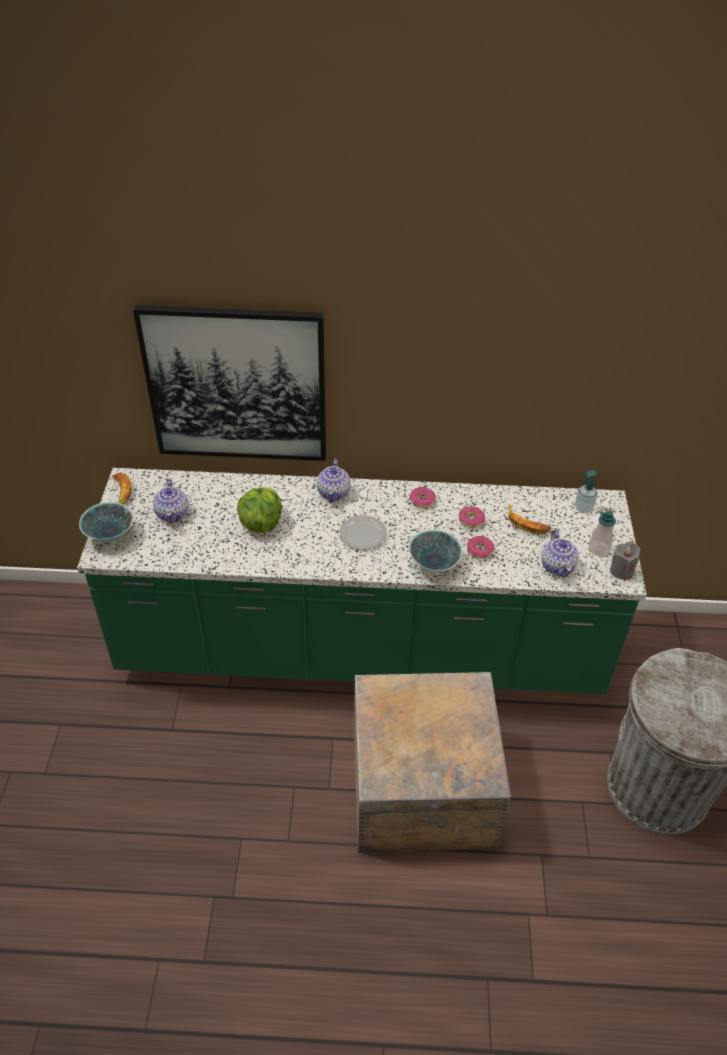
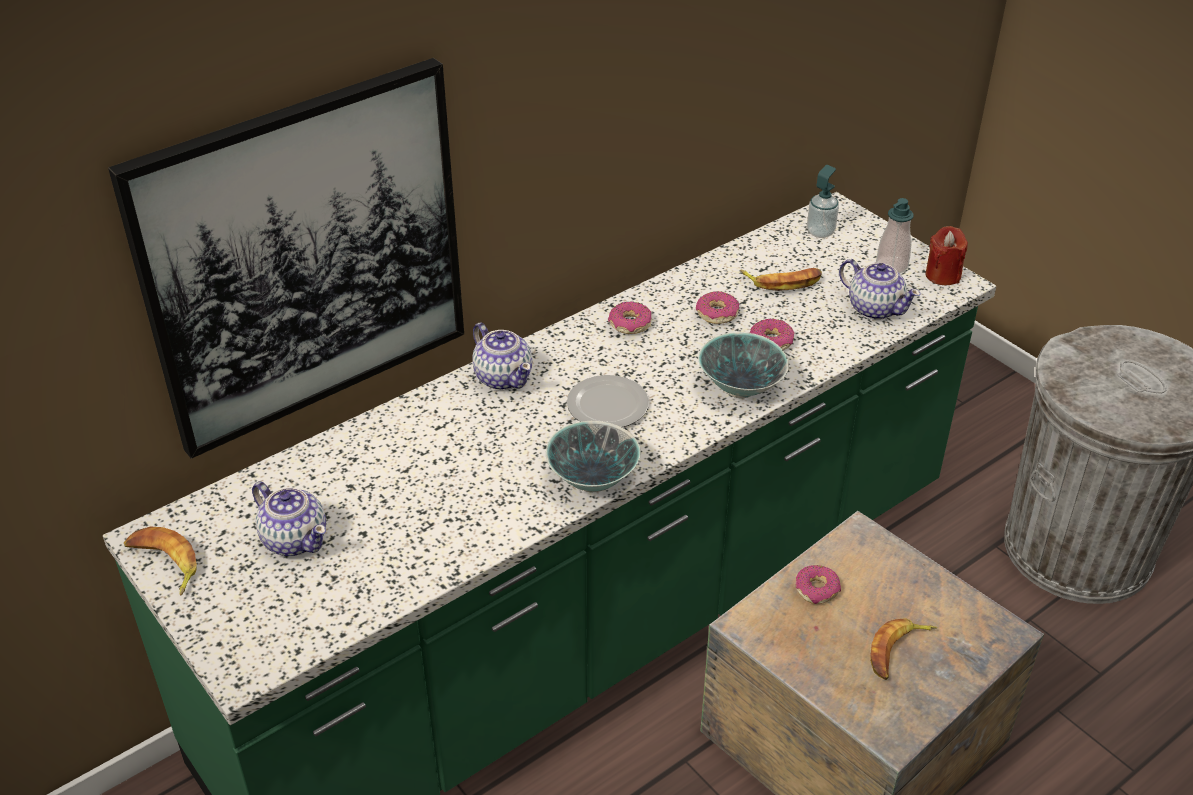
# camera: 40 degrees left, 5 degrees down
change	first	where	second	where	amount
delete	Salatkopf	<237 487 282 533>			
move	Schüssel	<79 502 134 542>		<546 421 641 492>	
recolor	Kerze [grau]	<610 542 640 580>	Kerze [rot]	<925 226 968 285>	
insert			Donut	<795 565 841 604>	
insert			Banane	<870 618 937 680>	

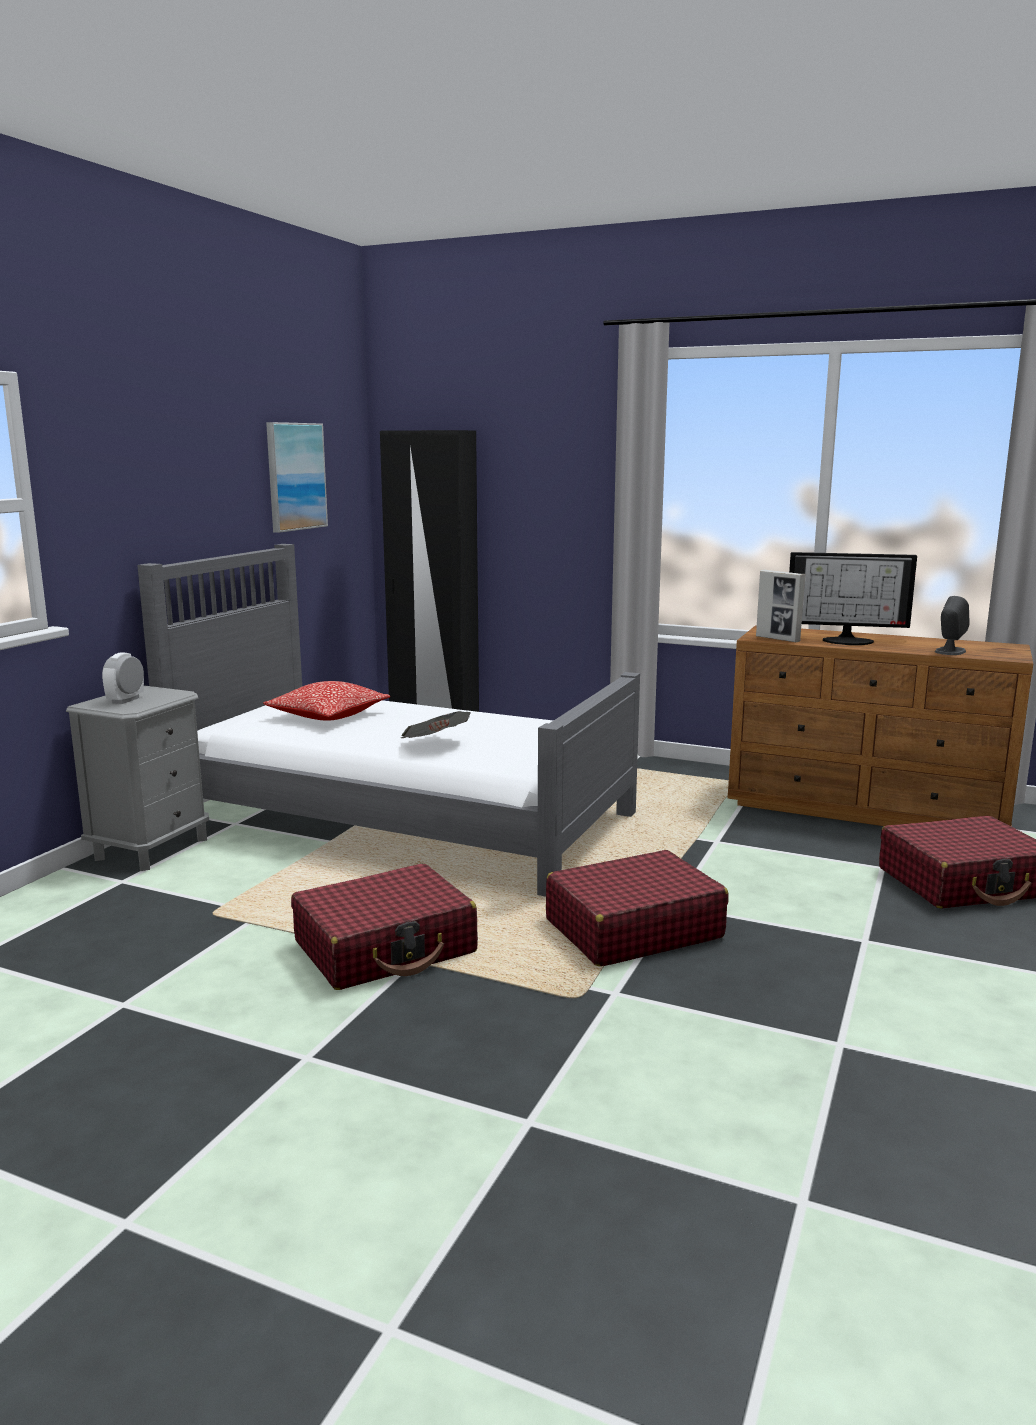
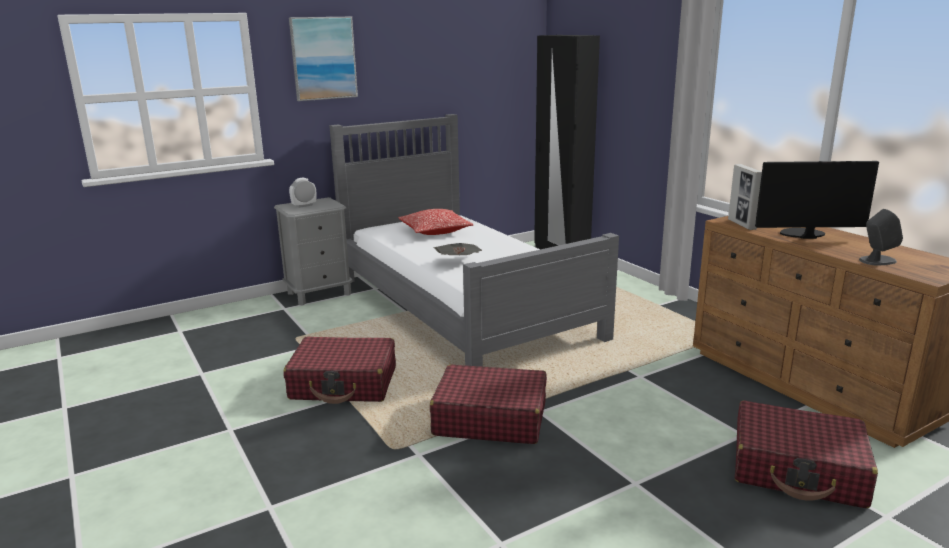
# camera: 35 degrees right, 5 degrees up
change	first	where	second	where	amount
move	Bild	<266 422 328 533>		<289 17 358 101>	
rotate	Monitor	<789 552 917 645>		<755 161 879 239>	135 degrees clockwise

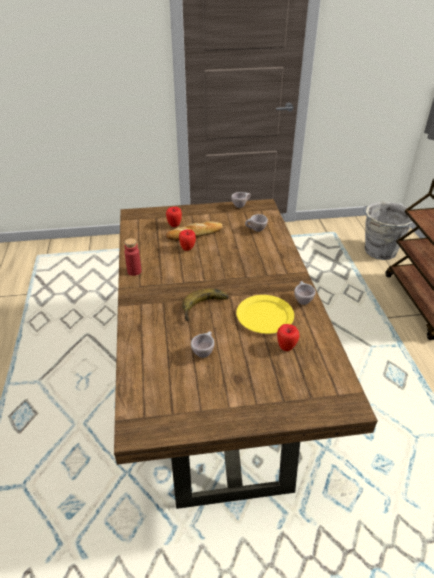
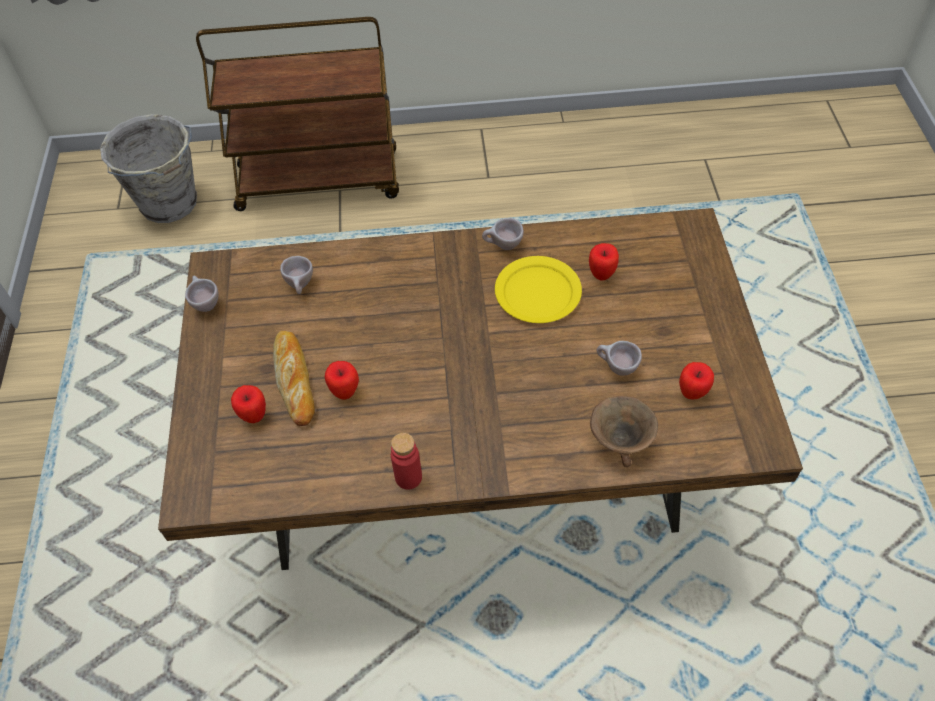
# camera: 85 degrees left, 15 degrees up
change	first	where	second	where	amount
delete	Banane	<182 288 229 321>			
insert			Apfel	<679 362 714 399>	
insert			Schüssel [braun]	<590 396 658 467>	

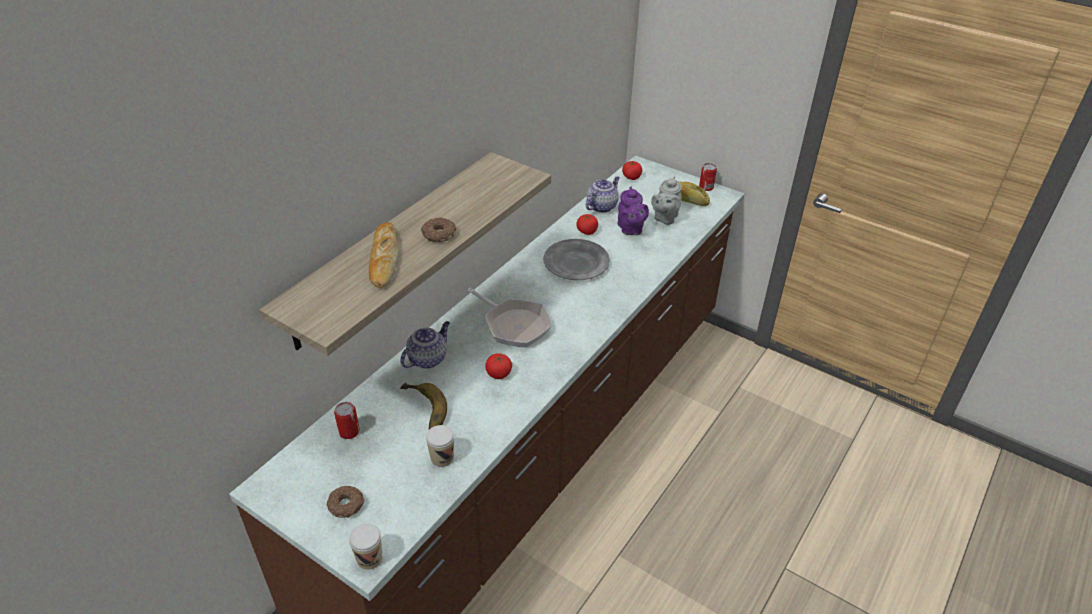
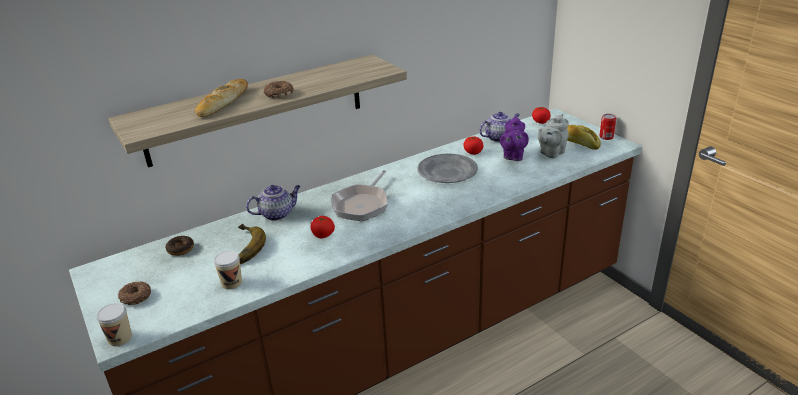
# camera: 25 degrees right, 10 degrees down
change	first	where	second	where	amount
rotate	Pfanne	<468 288 552 348>		<331 170 388 221>	45 degrees clockwise
replace	Dose	<334 402 360 439>	Donut	<165 236 194 256>	

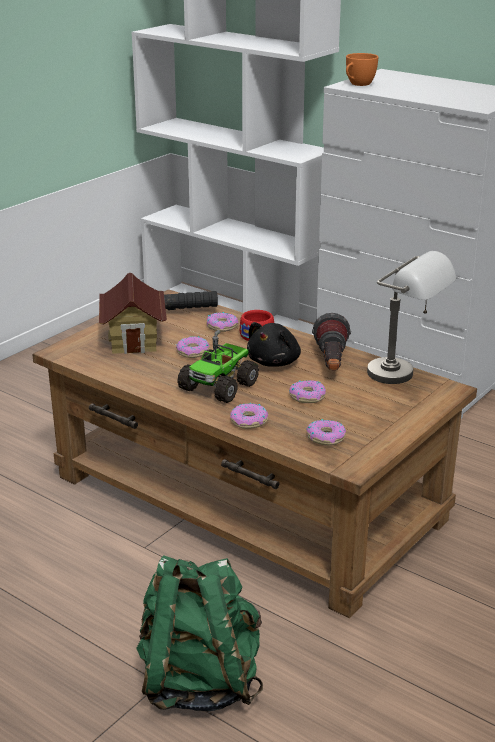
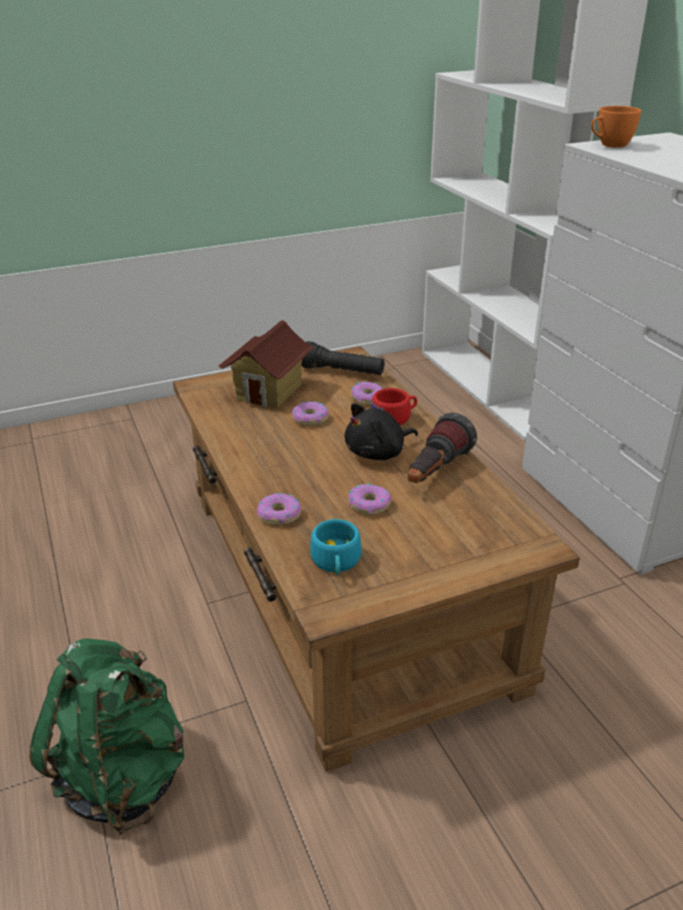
# camera: 30 degrees right, 5 degrees up
change	first	where	second	where	amount
delete	Tischlampe [grau]	<367 251 456 384>			
delete	Spielzeuglaster	<177 330 259 403>			
replace	Donut	<307 419 346 446>	Tasse [türkis]	<310 519 362 575>	

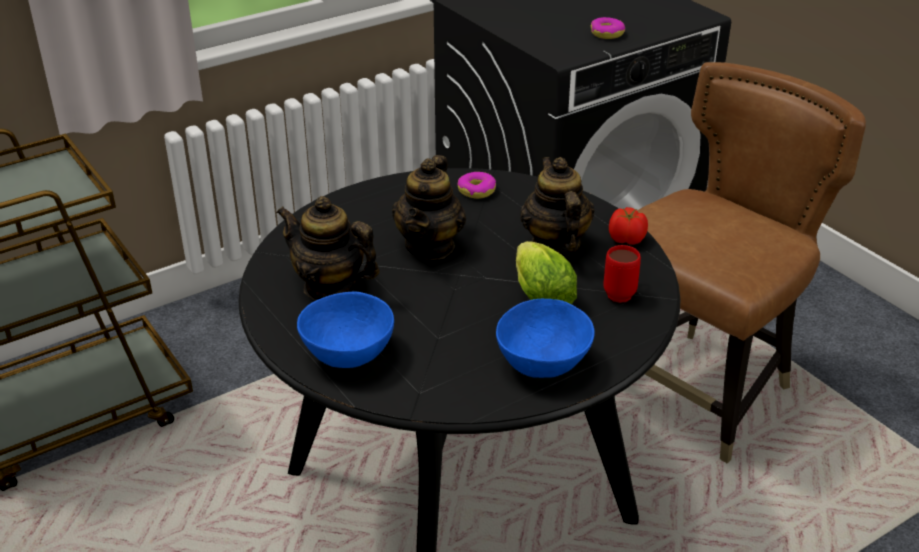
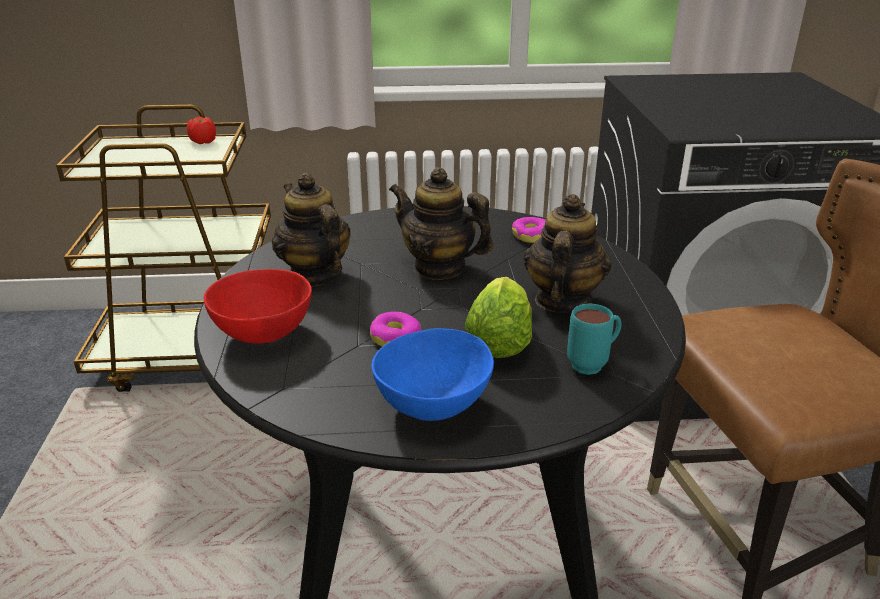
# camera: 30 degrees right, 5 degrees down
change	first	where	second	where	amount
move	Donut	<591 17 625 39>		<370 312 421 347>	
rotate	Teekanne	<392 155 466 260>		<389 167 494 280>	75 degrees clockwise
move	Tomate	<609 207 648 245>		<187 117 216 144>	
recolor	Henkelbecher [rot]	<603 245 641 303>	Henkelbecher [türkis]	<567 304 622 375>	
recolor	Schüssel [blau]	<297 292 394 368>	Schüssel [rot]	<204 269 312 344>	

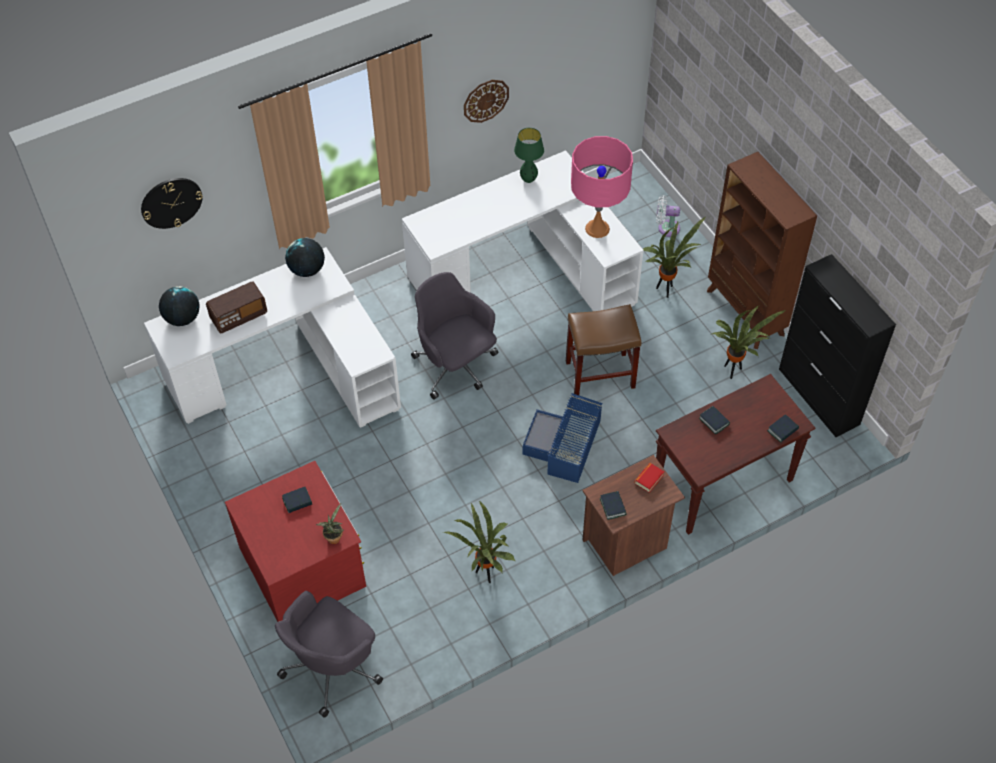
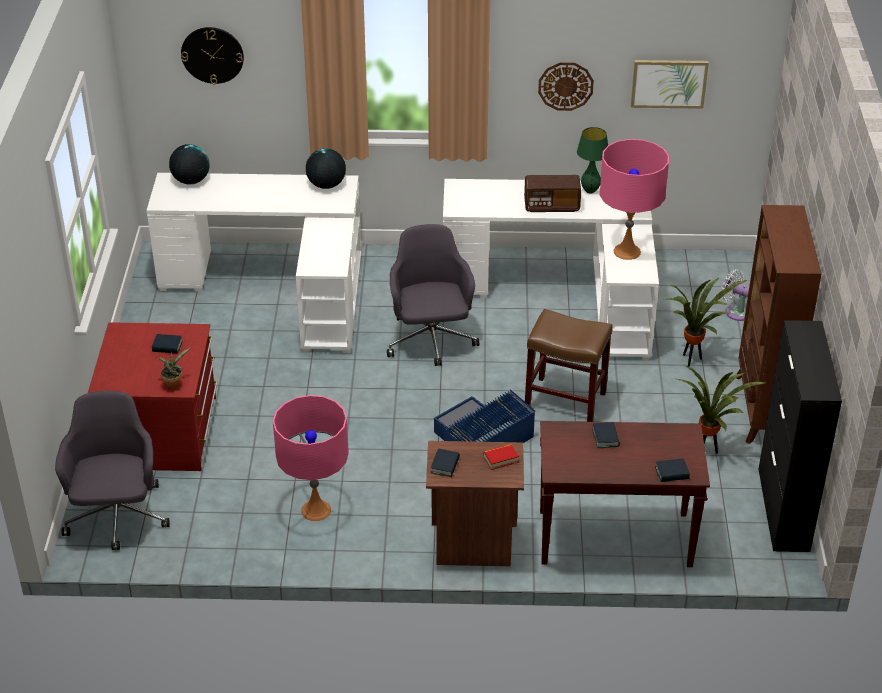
# camera: 30 degrees right, 15 degrees down
change	first	where	second	where	amount
move	Radio	<206 281 267 333>		<524 175 581 212>	
replace	Topfpflanze	<443 501 515 583>	Tischlampe [rosa]	<273 395 349 521>	
rotate	Bürostuhl [grau]	<275 591 383 718>		<55 391 170 550>	105 degrees clockwise
insert			Bild	<631 60 709 109>	

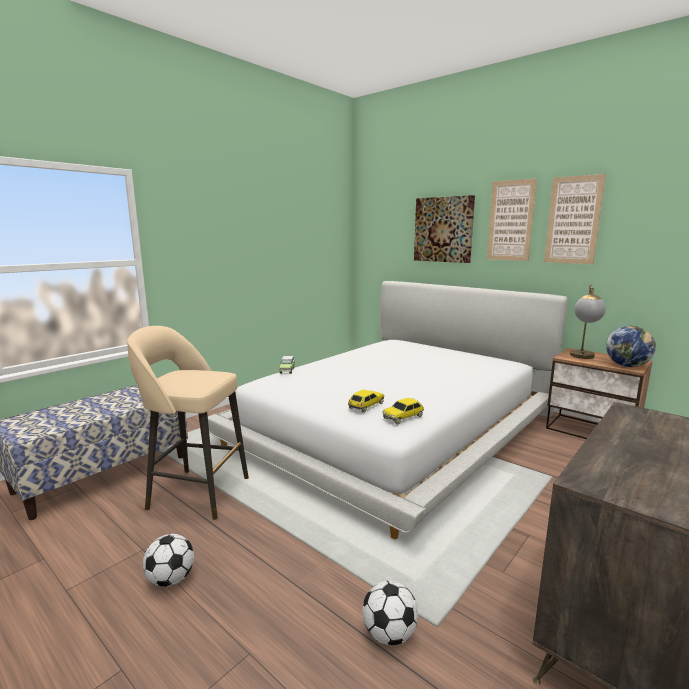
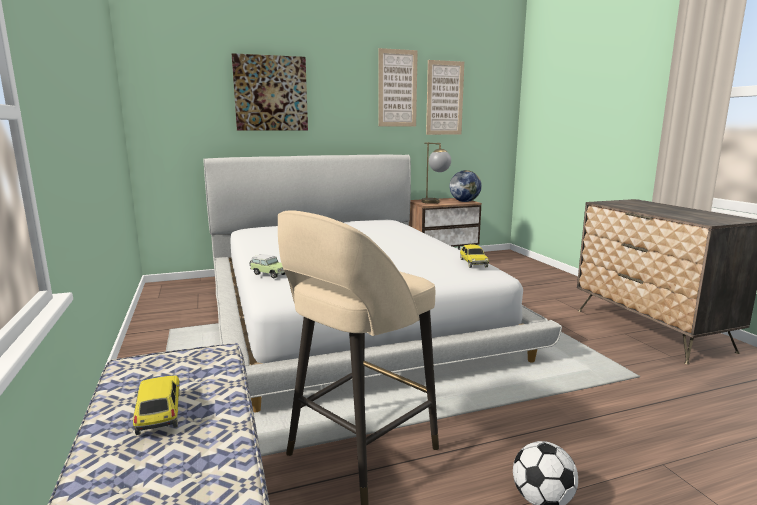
# camera: 60 degrees left, 0 degrees up
change	first	where	second	where	amount
move	Bild	<487 178 537 261>		<426 60 464 135>	
move	Spielzeugauto	<348 390 384 413>		<133 375 180 435>	
delete	Fußball	<362 581 418 645>			

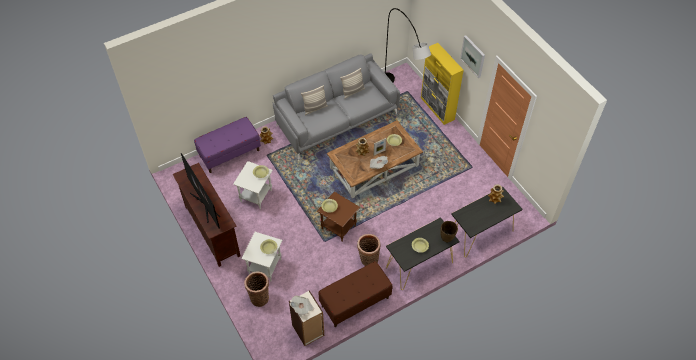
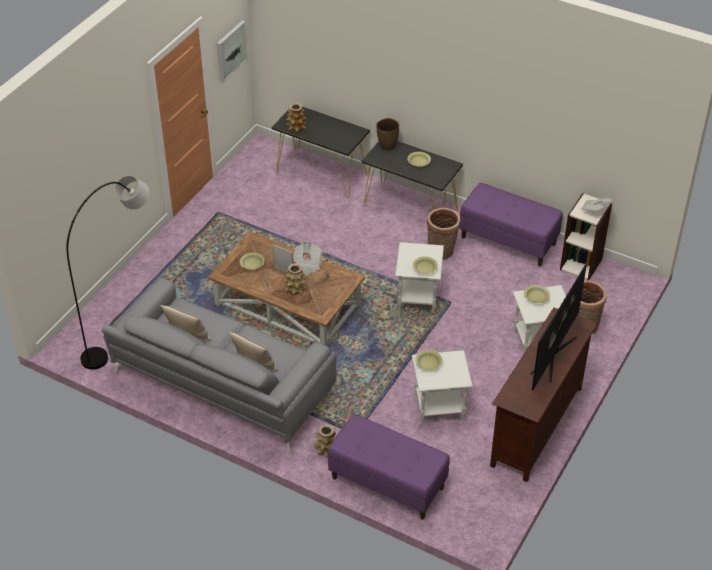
# camera: 120 degrees left, 10 degrees down
change	first	where	second	where	amount
move	Bild	<460 35 485 78>		<217 20 248 83>	
delete	Schrank [gelb]	<421 43 464 125>			
recolor	Beistelltisch [braun]	<317 192 360 242>	Beistelltisch [weiß]	<395 242 444 313>	
recolor	Bank [braun]	<318 261 392 327>	Bank [lila]	<459 183 563 267>	

